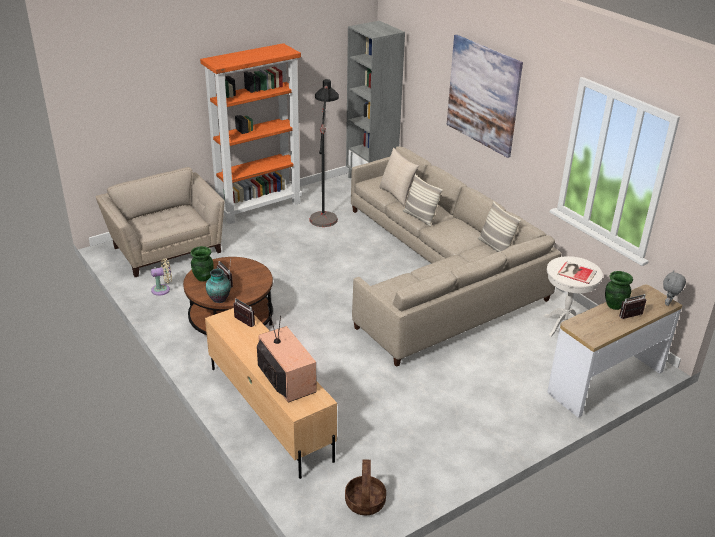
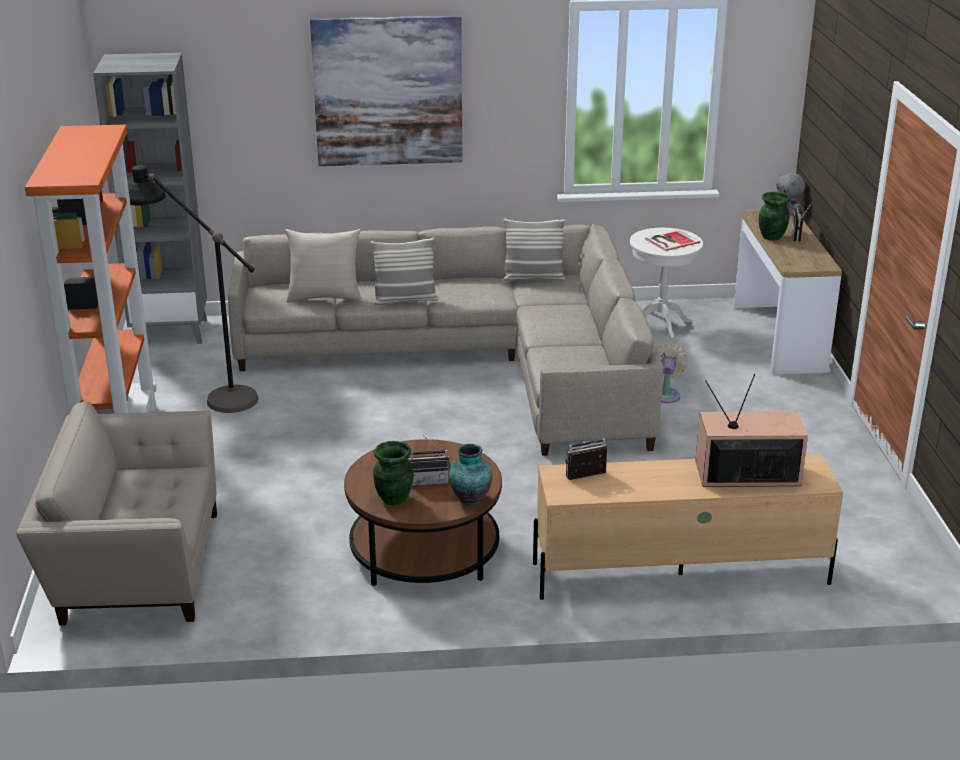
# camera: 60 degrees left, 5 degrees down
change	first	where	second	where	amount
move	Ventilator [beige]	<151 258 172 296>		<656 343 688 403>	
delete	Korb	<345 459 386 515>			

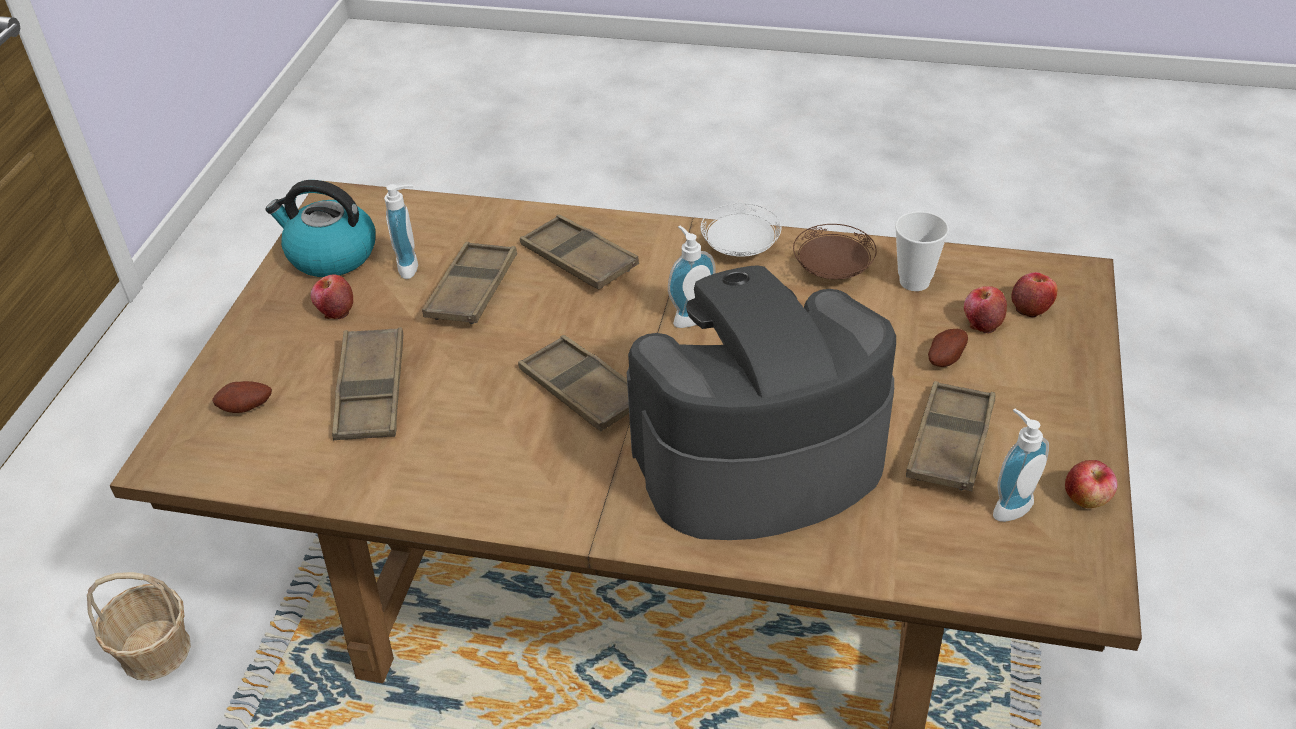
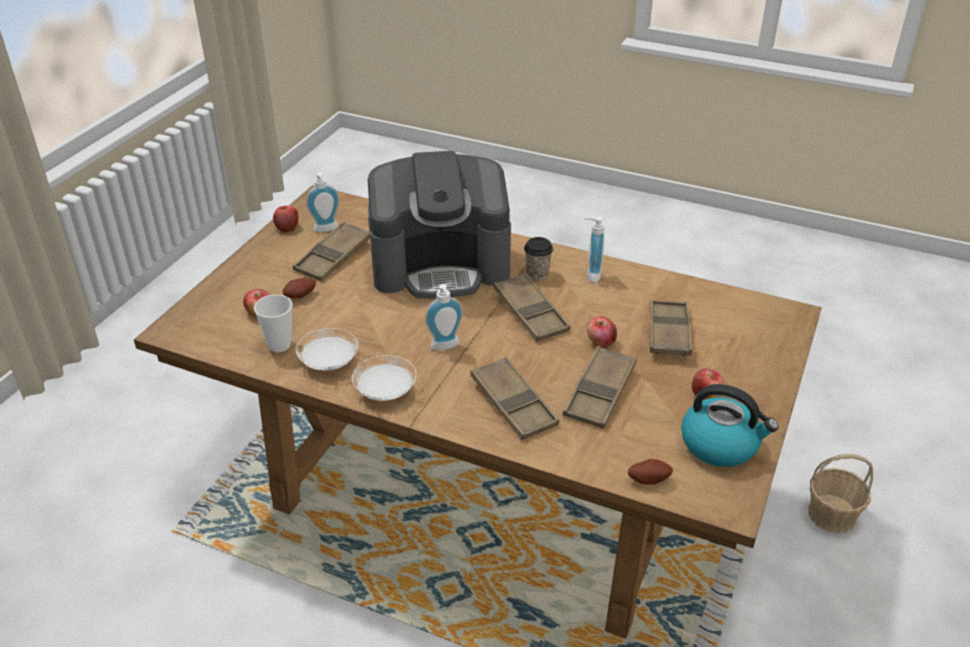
# camera: 170 degrees left, 5 degrees down
change	first	where	second	where	amount
move	Seifenspender	<384 184 418 279>		<584 217 605 283>	
recolor	Teller [braun]	<793 224 877 279>	Teller [weiß]	<296 328 358 370>	
move	Apfel	<1011 272 1058 318>		<587 316 617 349>	
move	Kartoffel	<212 381 272 413>		<628 459 673 485>	
insert			Tasse	<524 237 553 280>	

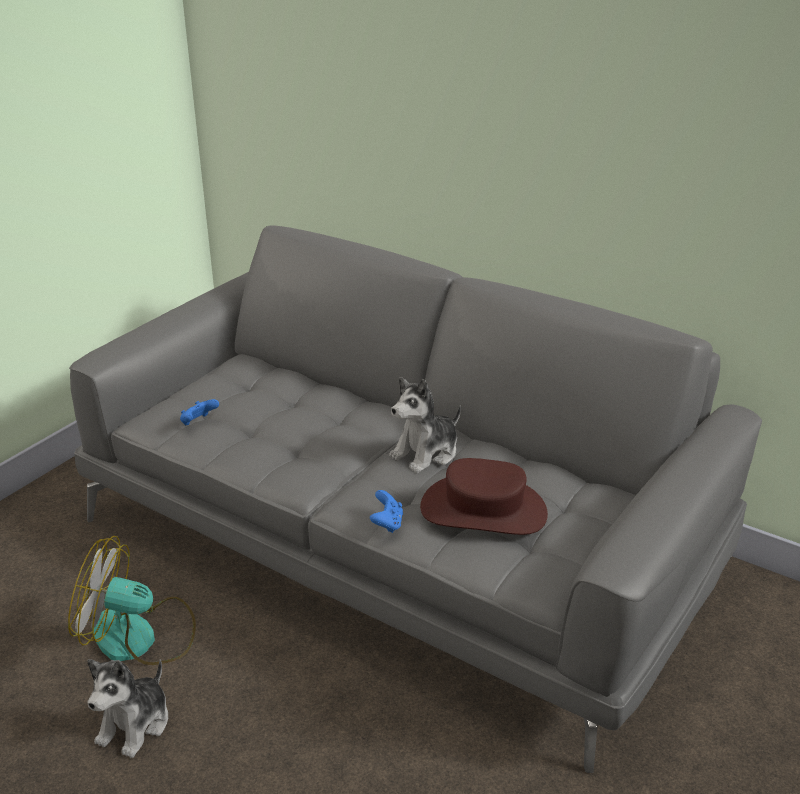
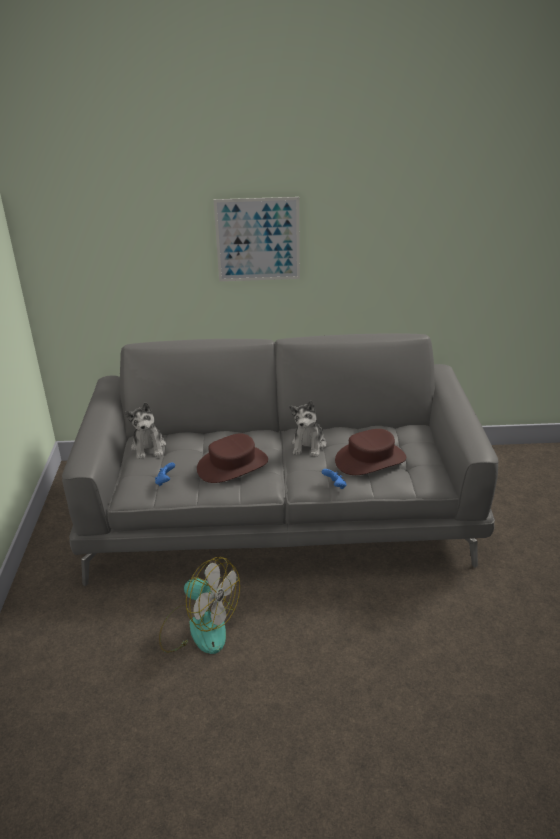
# camera: 35 degrees left, 0 degrees up
change	first	where	second	where	amount
rotate	Ventilator	<68 536 196 665>		<159 557 240 654>	120 degrees counterclockwise
move	Plüschtier	<87 659 168 758>		<125 402 166 459>	
insert			Bild	<214 197 300 281>	
insert			Hut [braun]	<197 433 268 483>	

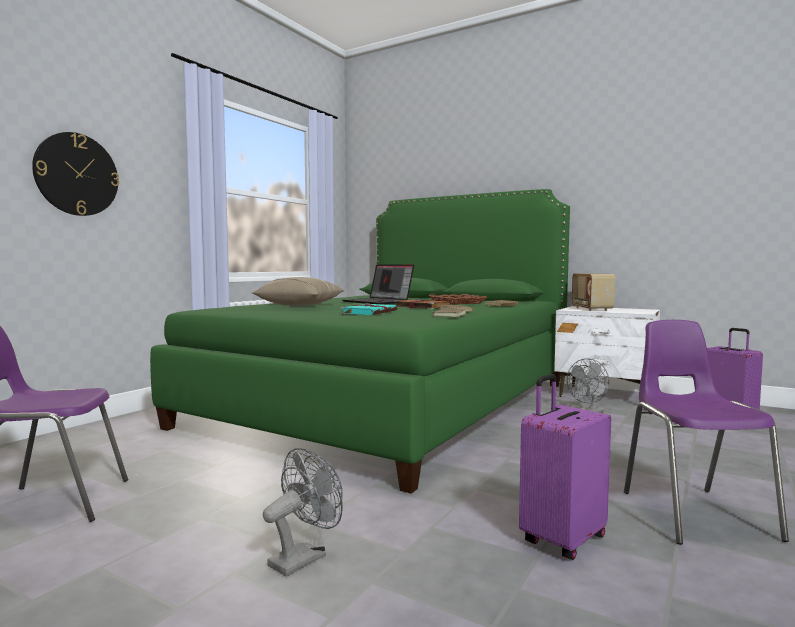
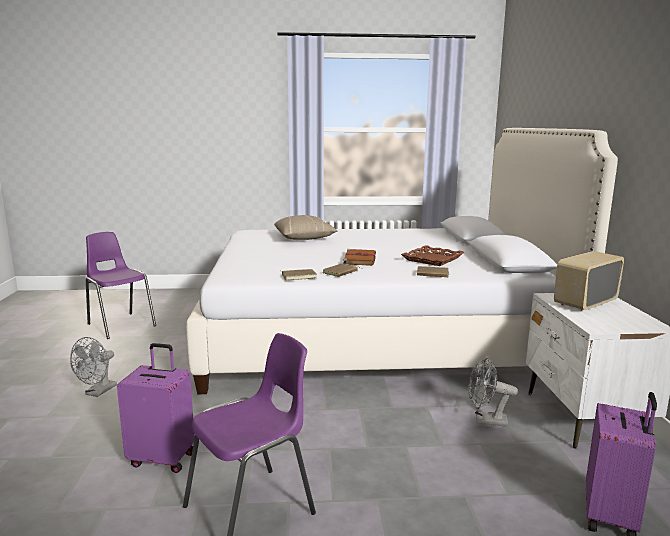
# camera: 55 degrees right, 10 degrees up
change	first	where	second	where	amount
delete	Wanduhr	<32 132 119 216>			
recolor	Bett [grün]	<150 189 570 494>	Bett [weiß]	<186 128 618 394>	
delete	Laptop	<342 264 414 304>			
delete	Buch [türkis]	<340 303 398 315>			
rotate	Ventilator [grau]	<263 448 343 577>		<70 337 117 397>	105 degrees clockwise

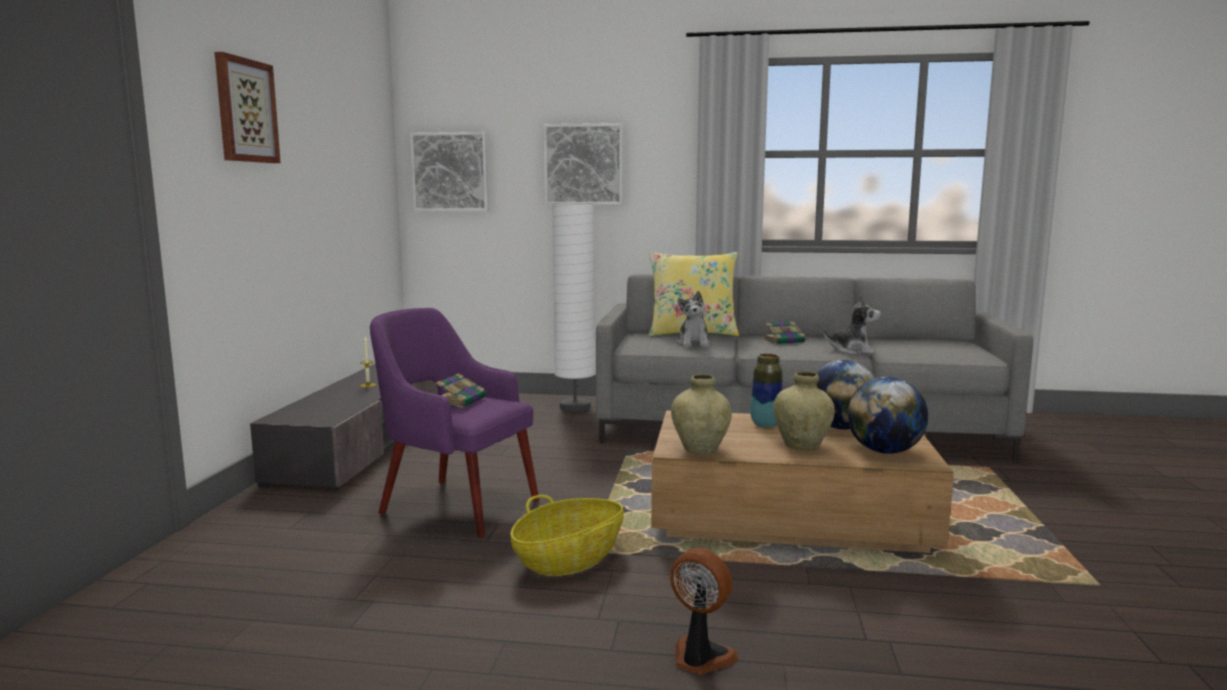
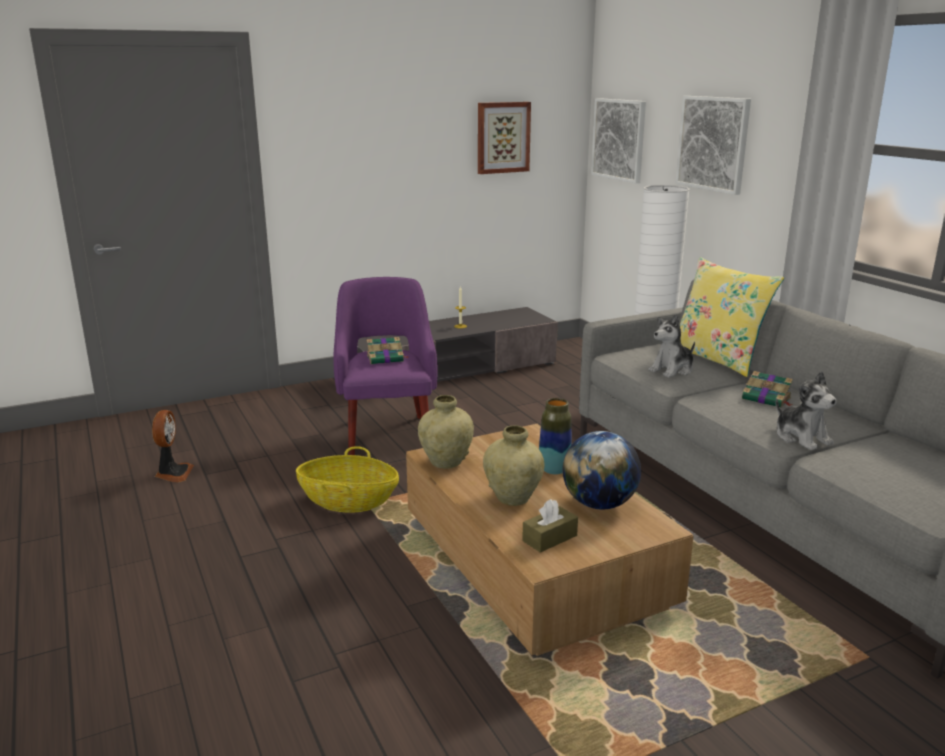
# camera: 55 degrees right, 10 degrees up
change	first	where	second	where	amount
move	Bild	<215 52 281 163>		<478 102 531 174>	
replace	Globus	<847 377 928 454>	Taschentuchbox [braun]	<522 499 578 553>	
move	Ventilator	<670 548 739 675>		<152 410 194 482>	

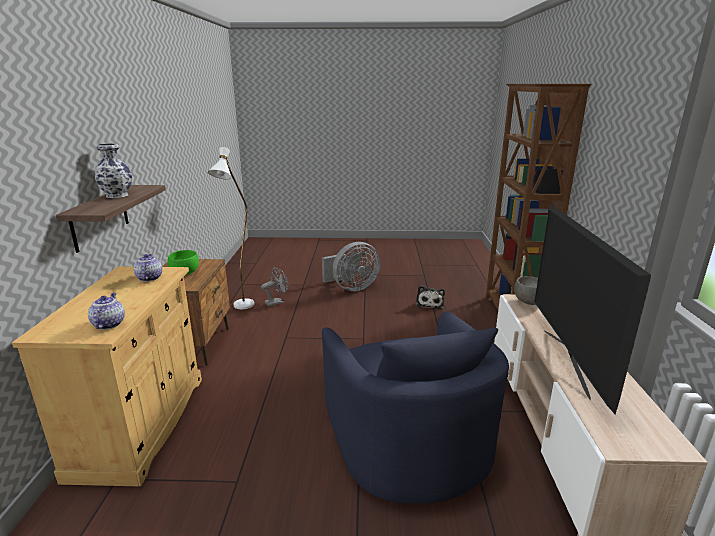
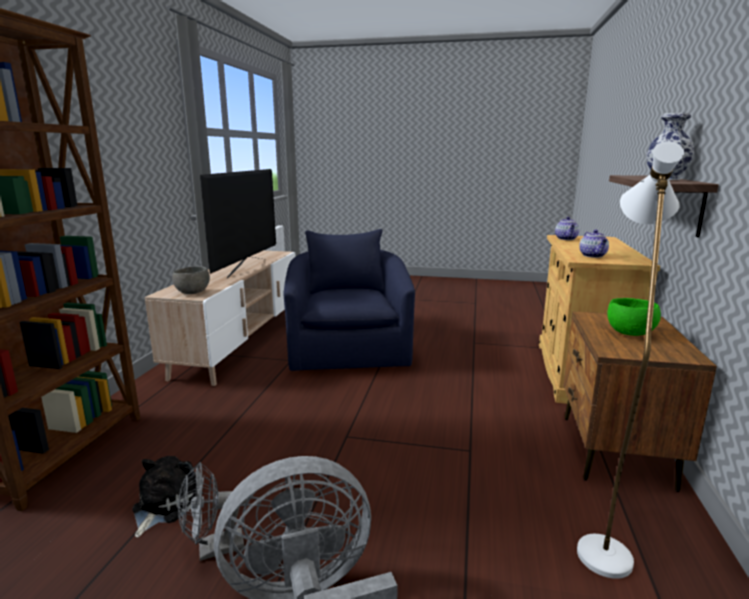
# camera: 170 degrees left, 5 degrees down
change	first	where	second	where	amount
move	Ventilator [grau]	<261 267 288 307>		<178 462 248 561>	

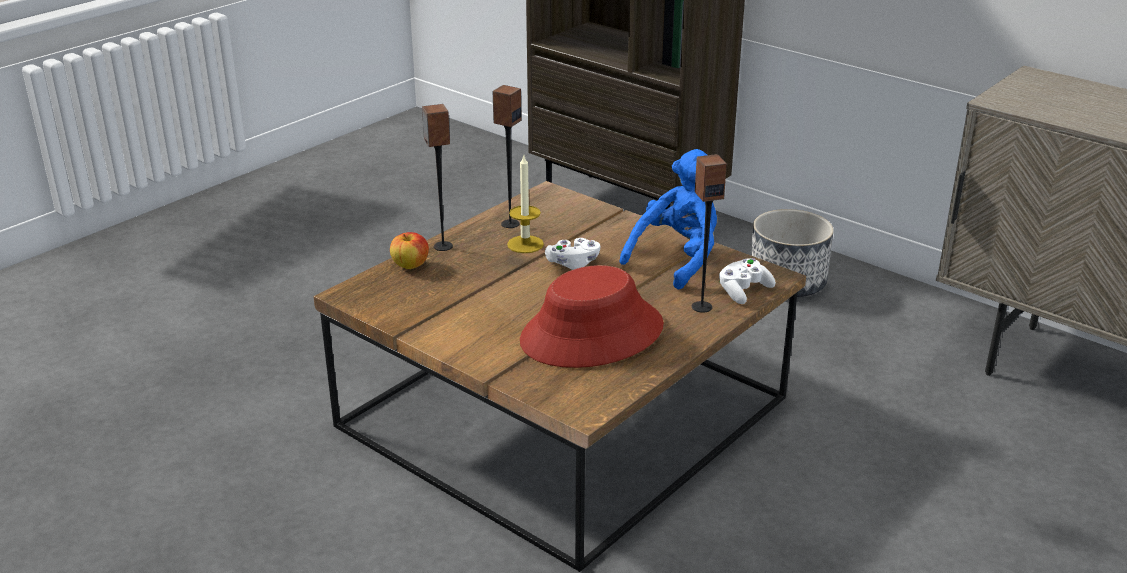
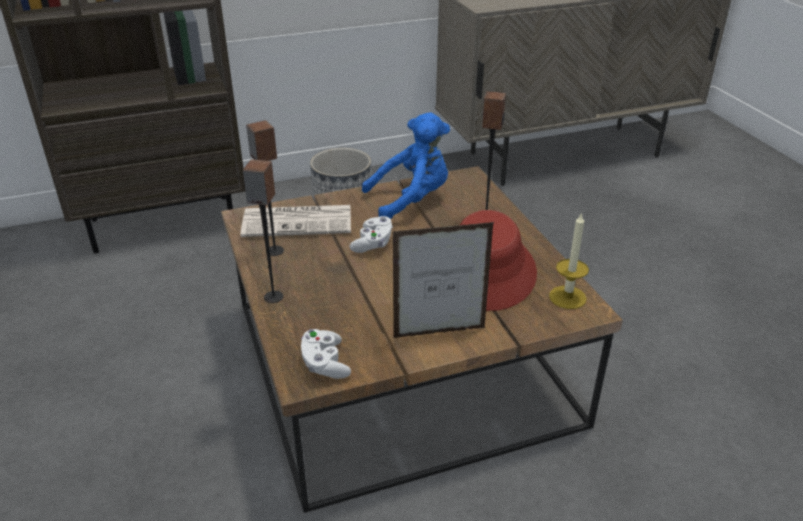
# camera: 60 degrees left, 5 degrees up
change	first	where	second	where	amount
rotate	Plüschtier [blau]	<620 149 717 290>		<362 113 450 219>	90 degrees clockwise
move	Kerze	<507 156 544 253>		<549 212 589 309>	
delete	Apfel	<390 232 429 269>			
move	Gamepad [weiß]	<719 258 776 304>		<301 329 351 379>	
insert			Zeitung	<240 205 351 237>	
insert			Bilderrahmen	<393 222 494 338>	

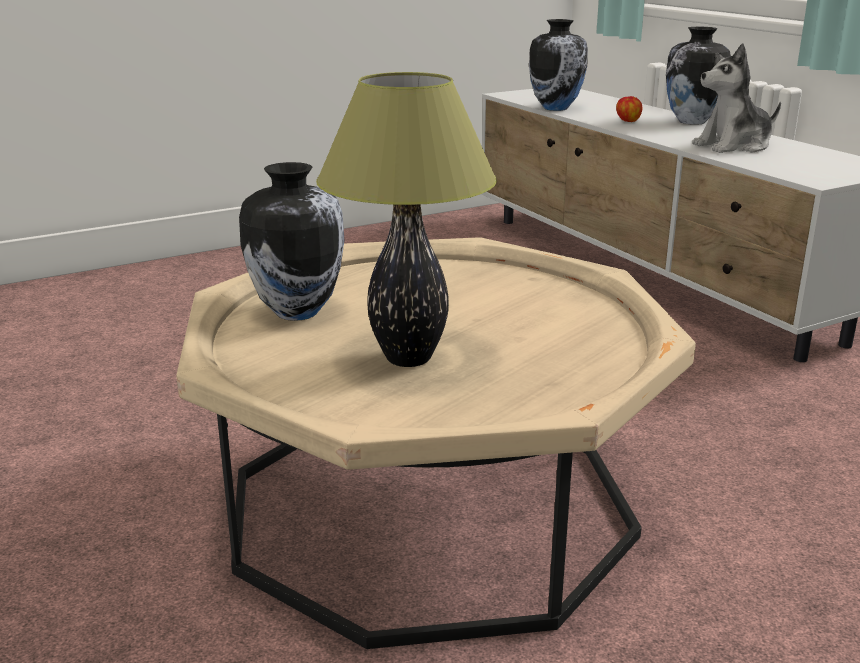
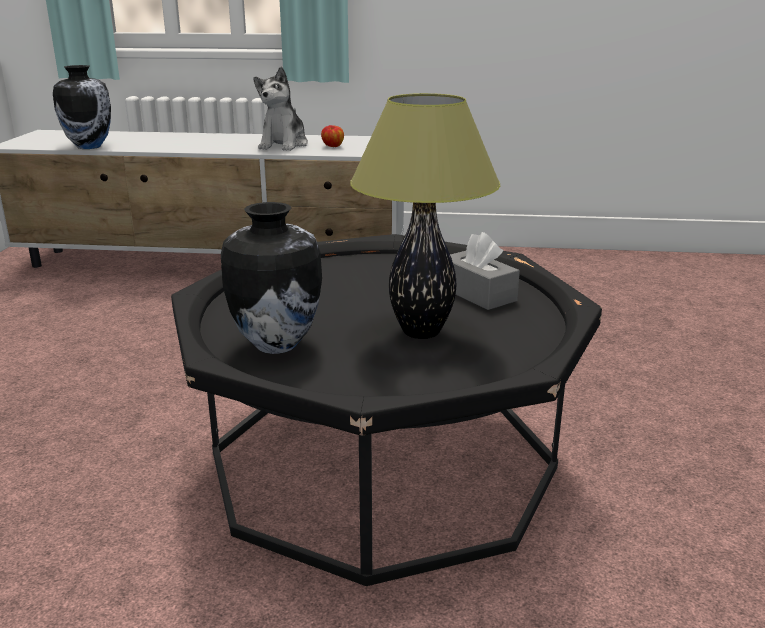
# camera: 55 degrees left, 0 degrees up
change	first	where	second	where	amount
delete	Vase	<666 27 731 125>			
move	Apfel	<616 96 642 122>		<321 125 344 147>	
recolor	Couchtisch [beige]	<176 237 696 649>	Couchtisch [schwarz]	<171 234 602 586>	
insert			Taschentuchbox [grau]	<450 232 520 310>	

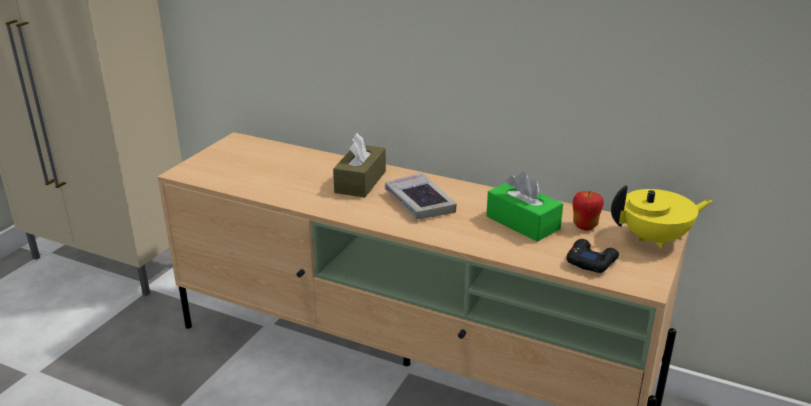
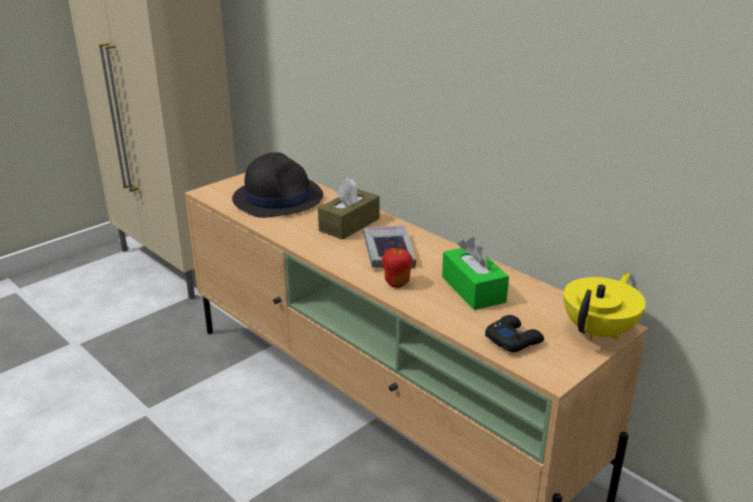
# camera: 20 degrees right, 0 degrees up
change	first	where	second	where	amount
rotate	Teekanne [gelb]	<611 185 712 249>		<564 273 646 340>	60 degrees counterclockwise
move	Apfel	<573 191 604 230>		<382 248 413 288>	
insert			Hut [schwarz]	<232 152 323 218>	

